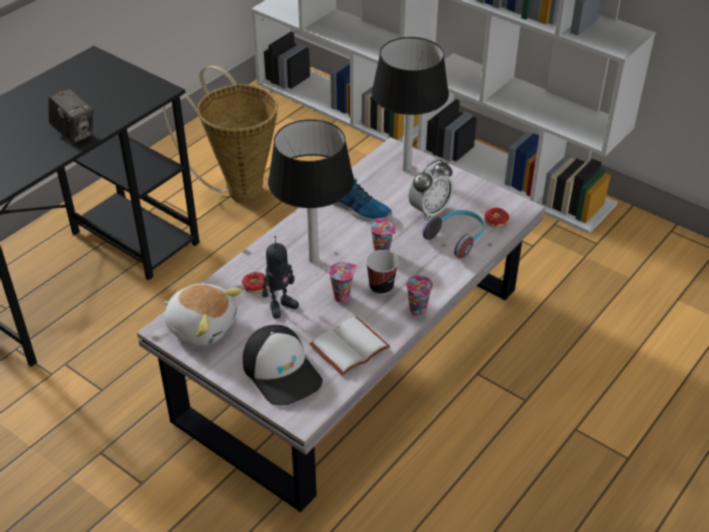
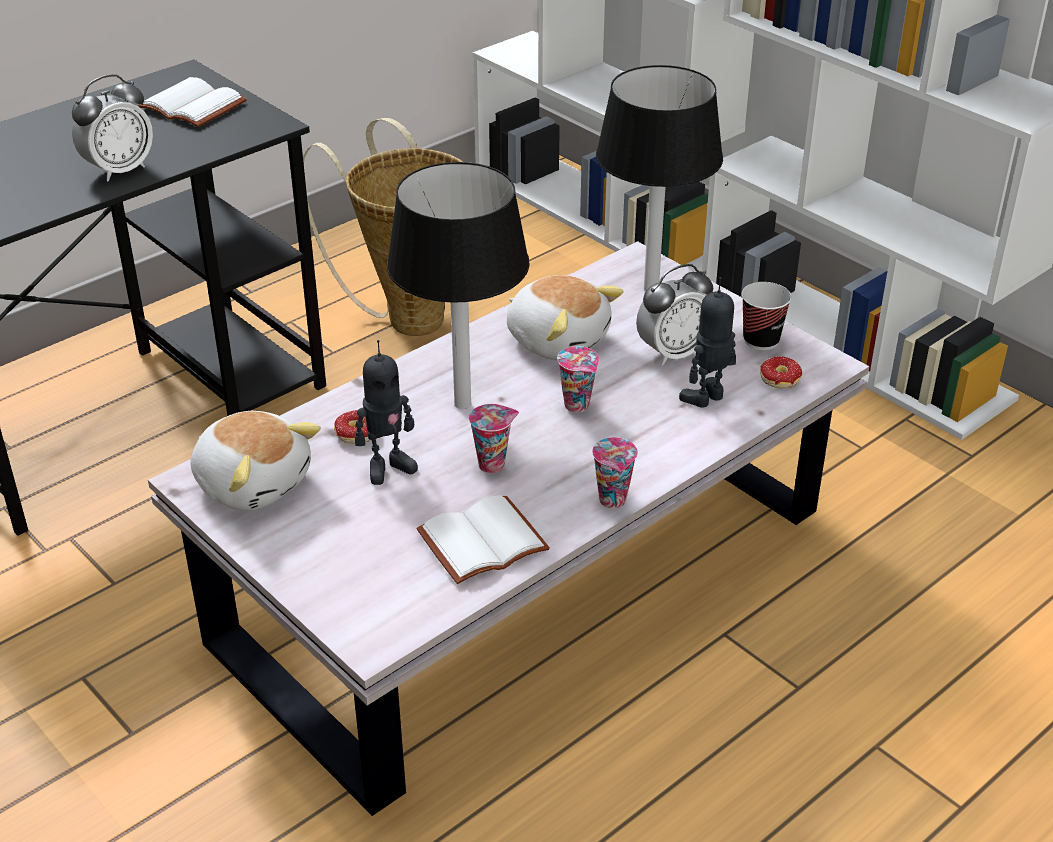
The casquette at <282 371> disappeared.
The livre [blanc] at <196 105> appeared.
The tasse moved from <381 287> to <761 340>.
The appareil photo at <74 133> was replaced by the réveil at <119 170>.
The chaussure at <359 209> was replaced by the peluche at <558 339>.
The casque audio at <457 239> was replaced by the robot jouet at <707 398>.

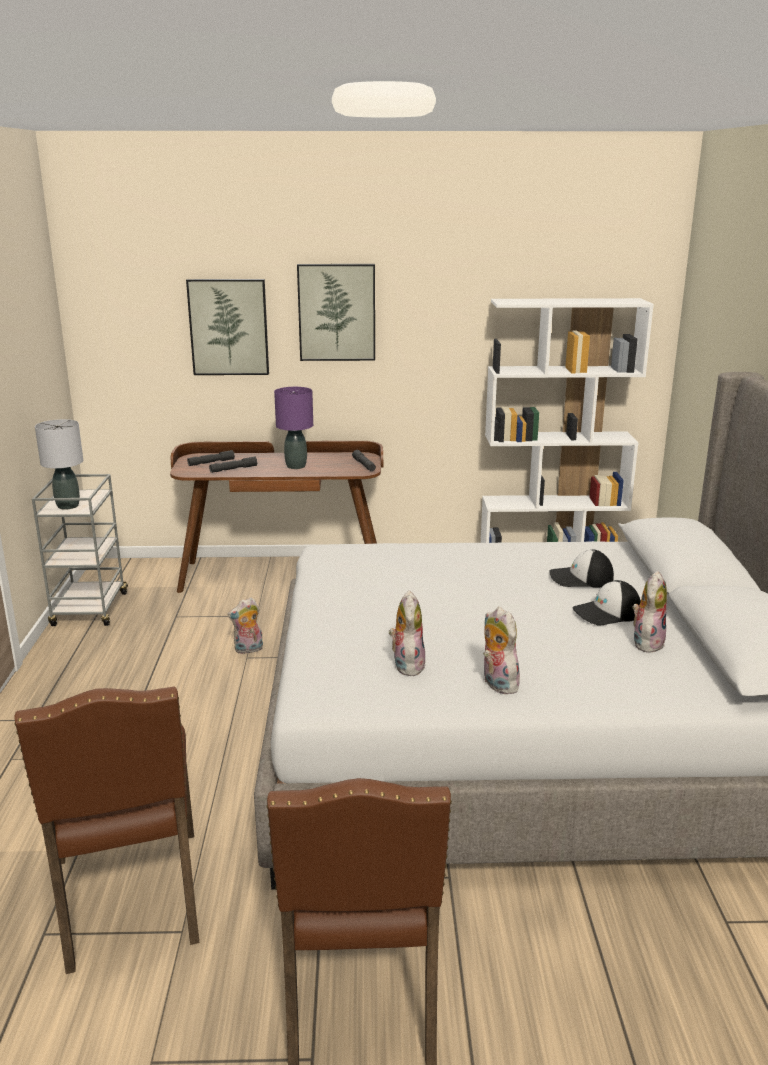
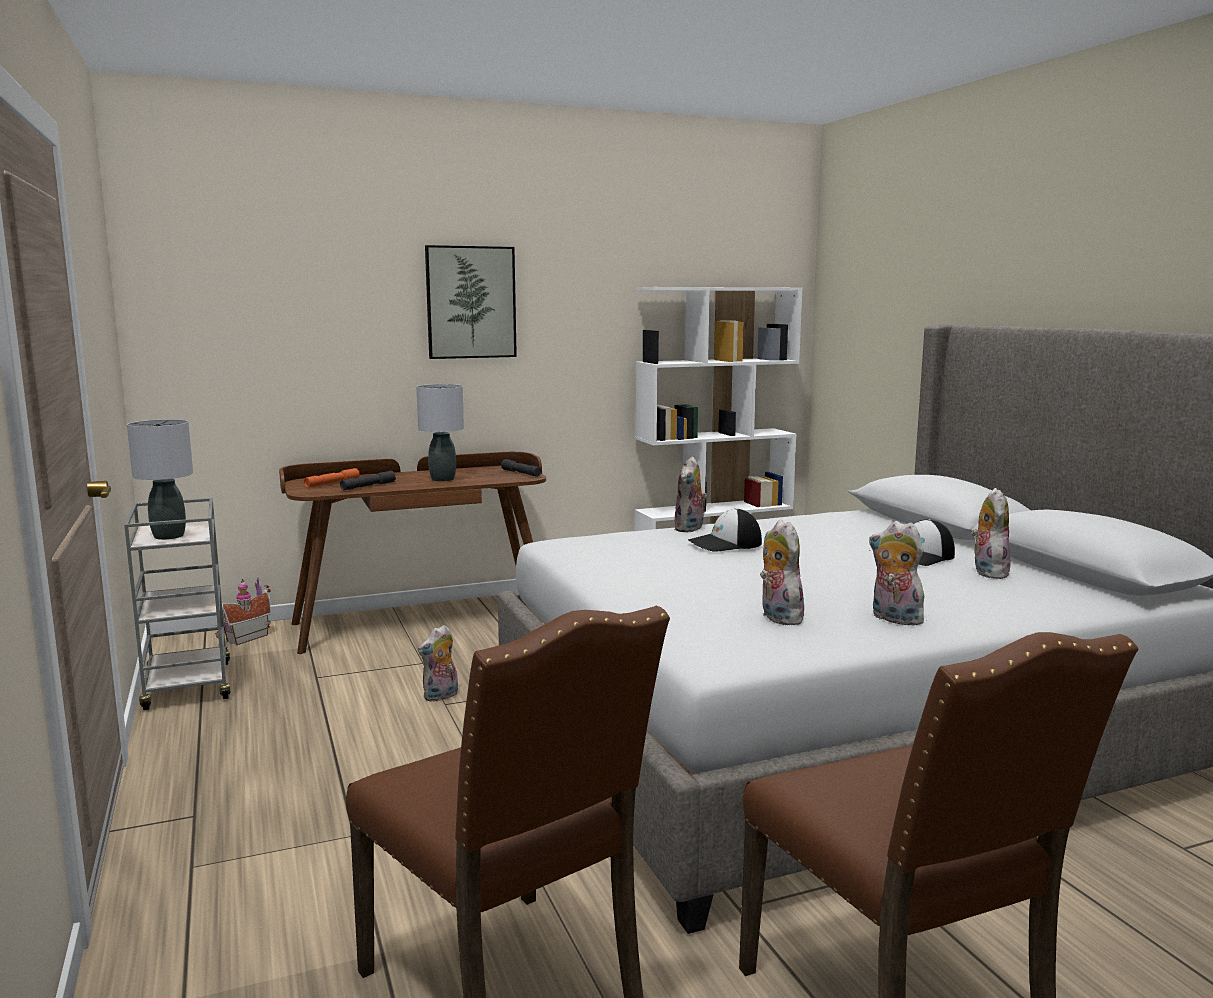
The tableau at <229 327> disappeared.
The maison miniature at <244 638> appeared.
The peluche at <690 529> appeared.
The casquette moved from <580 578> to <725 544>.
The lampe de poche [gris] at <211 462> became the lampe de poche [orange] at <332 483>.
The lampe de table [violet] at <296 466> became the lampe de table [gris] at <442 479>.

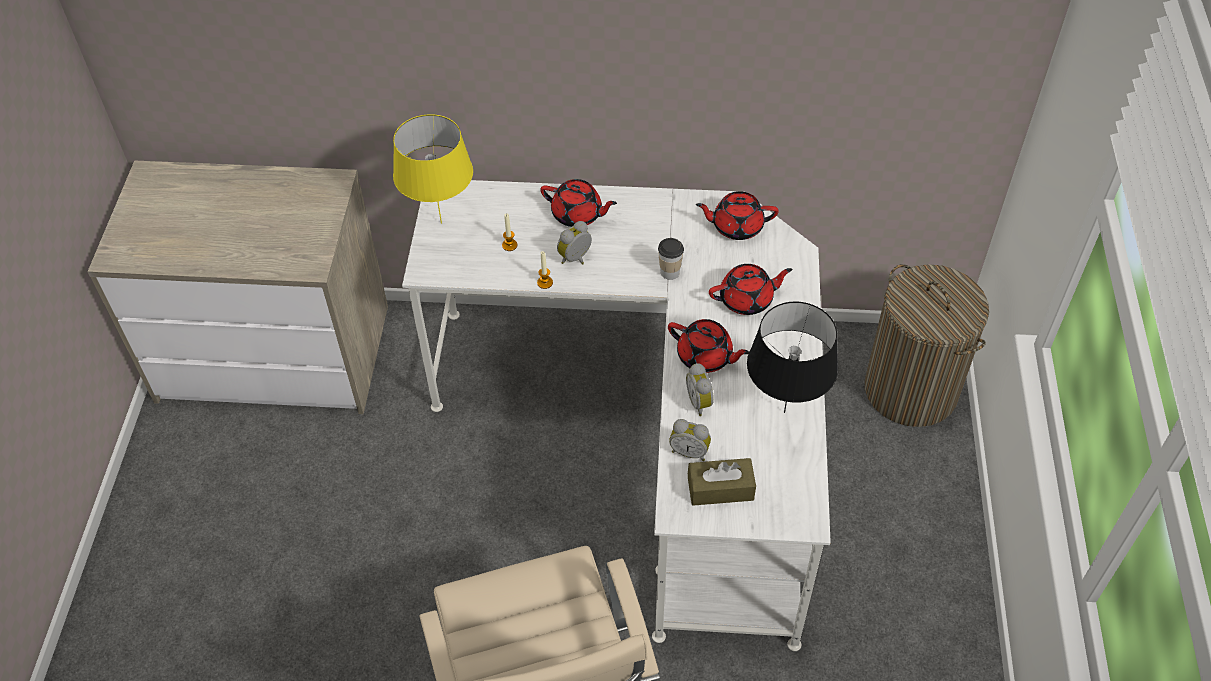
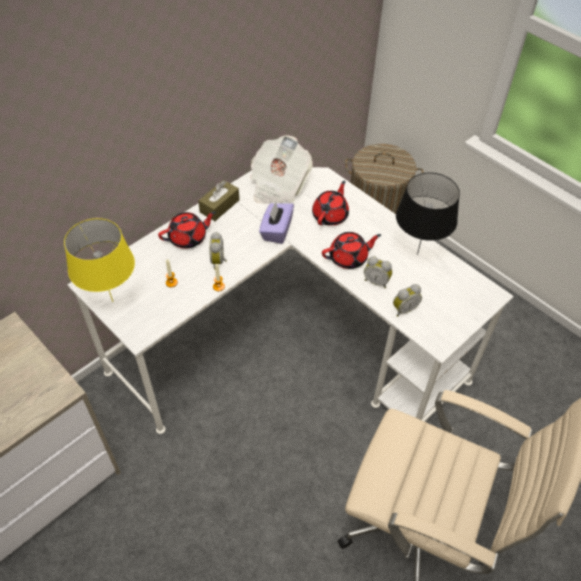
The boîte à mouchoirs [marron] moved from <720 489> to <219 206>.
The tasse at <670 272> was replaced by the boîte à mouchoirs [violet] at <276 231>.
The théière [rouge] at <736 226> was replaced by the journal at <278 184>.

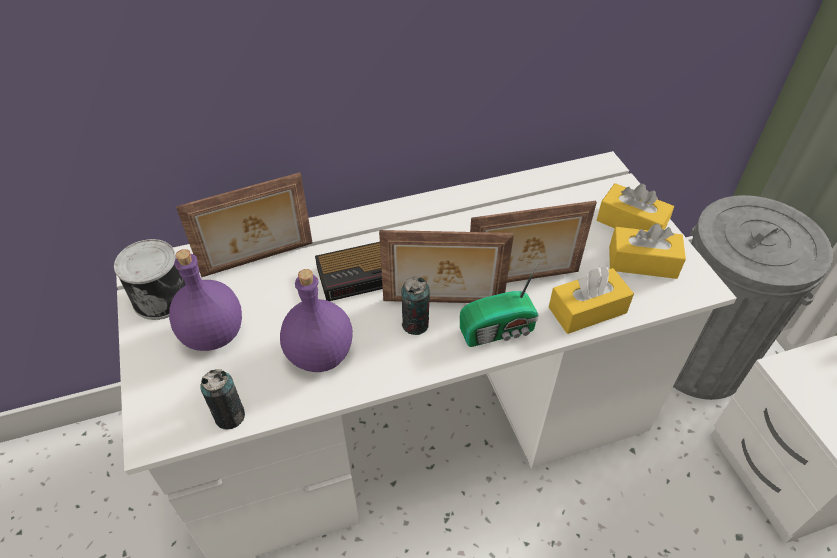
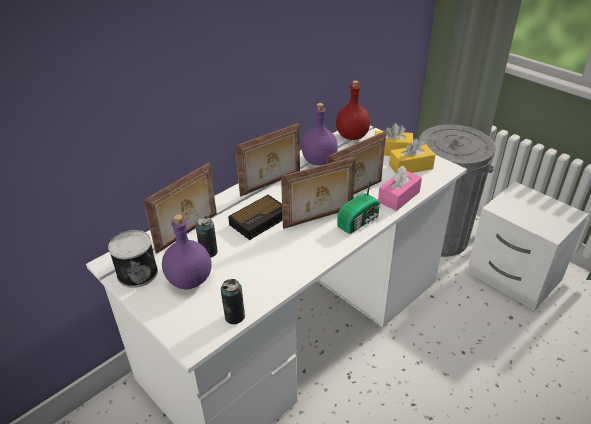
The cadre photo at <271 184> appeared.
The bouteille [rouge] at <352 136> appeared.
The bouteille [violet] moved from <321 354> to <319 160>.
The boîte métallique moved from <415 324> to <208 252>.
The boîte à mouchoirs [jaune] at <587 310> became the boîte à mouchoirs [rose] at <398 197>.

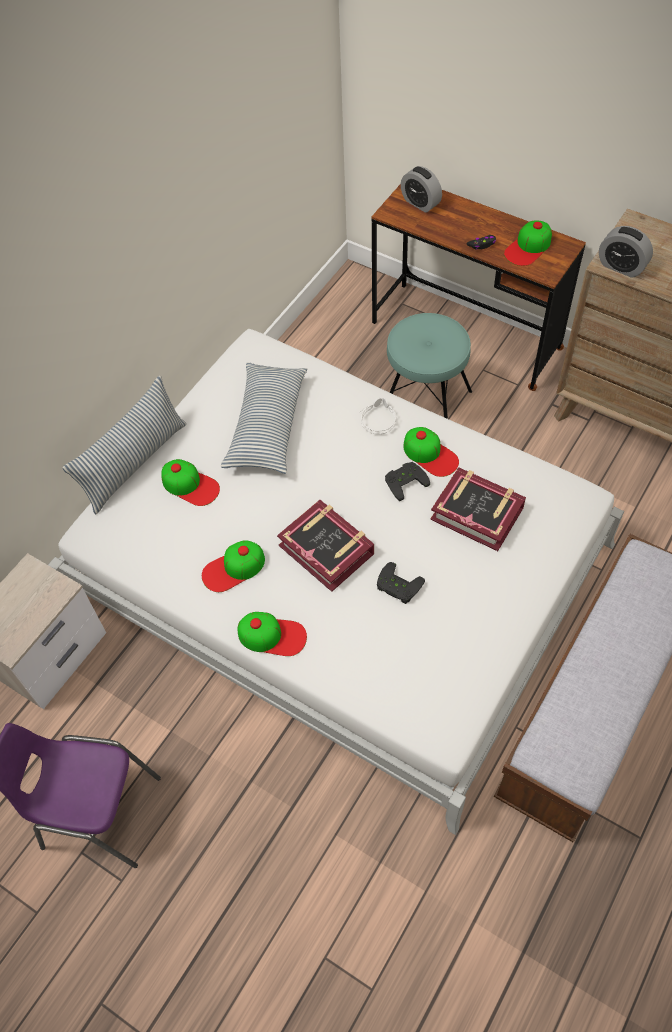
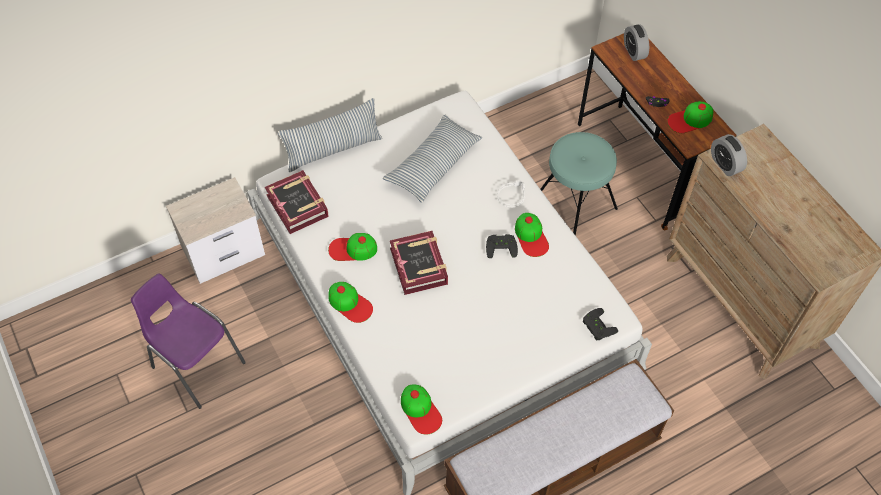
The casquette moved from <190 485> to <420 410>.
The manette [noir] moved from <397 587> to <597 327>.
The livre moved from <477 513> to <298 205>.

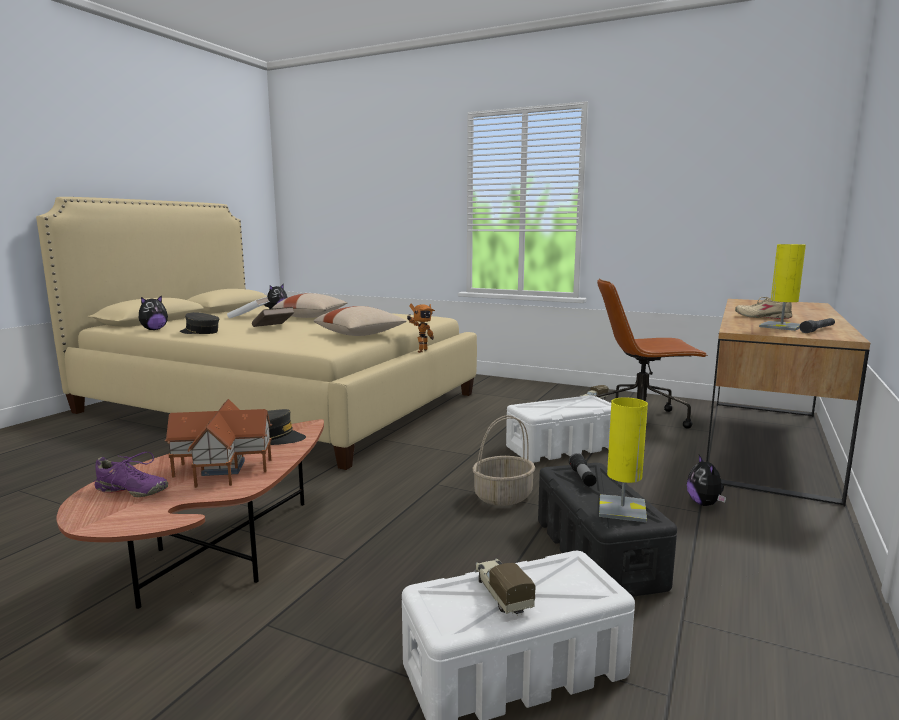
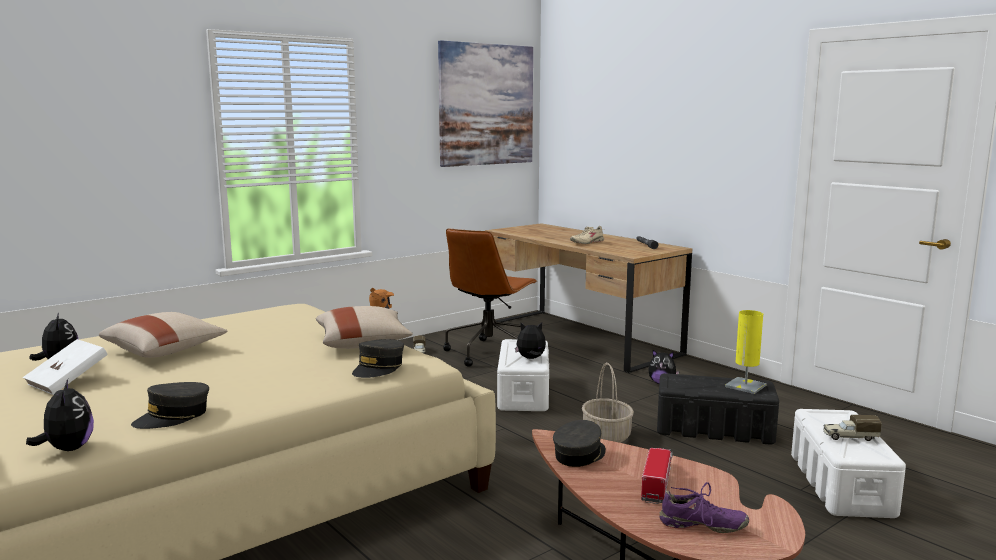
The livre [marron] at <273 327> disappeared.
The lampe de poche at <582 477> disappeared.
The lampe de table [jaune] at <781 326> disappeared.
The casquette [gris] at <378 368> appeared.
The tableau at <486 105> appeared.
The peluche at <531 359> appeared.
The maison miniature at <222 467> was replaced by the camion jouet at <656 482>.
The chaussure [violet] at <131 491> turned 60 degrees clockwise.

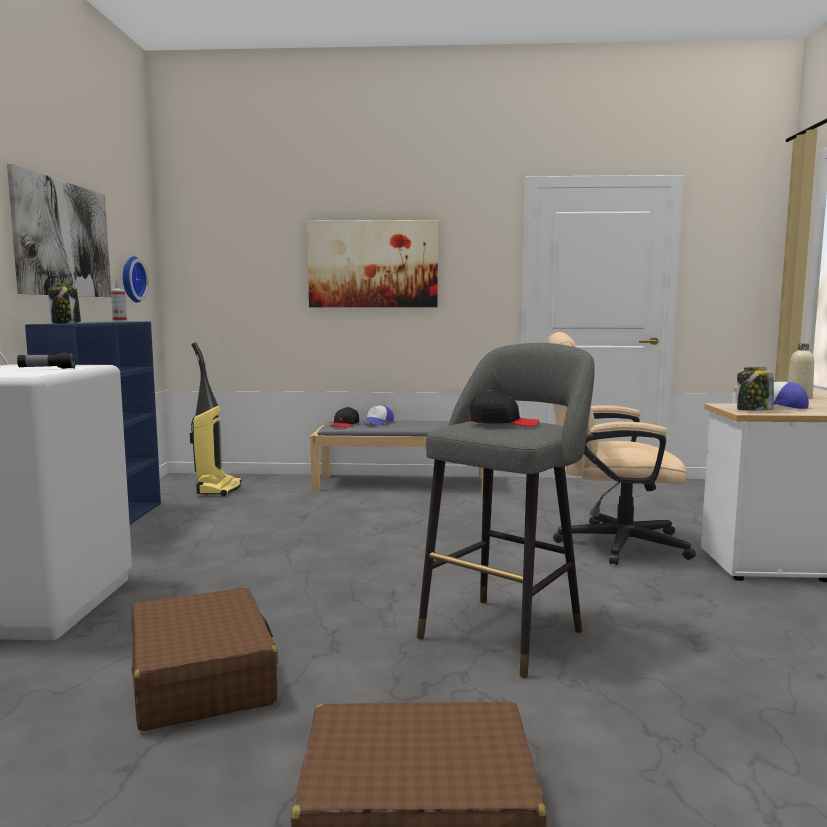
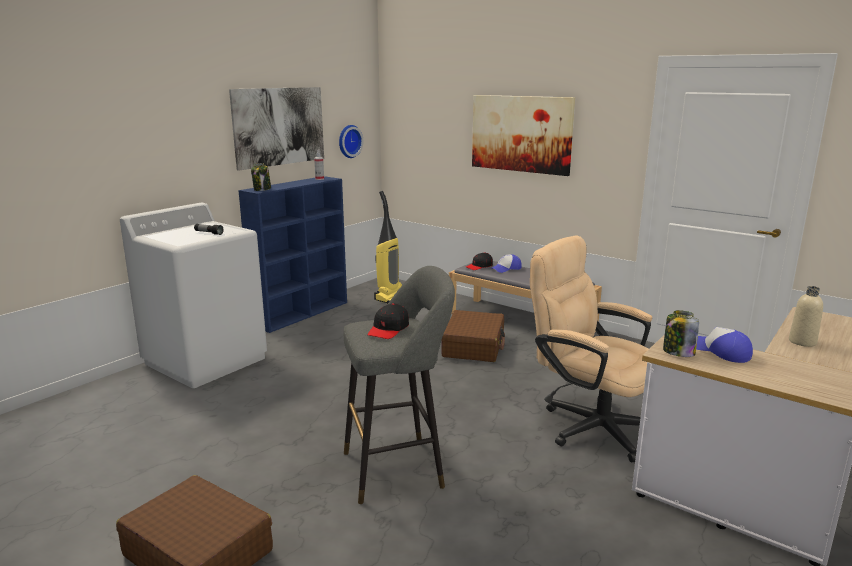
The valise [marron] moved from <202 677> to <474 346>.
The casquette [noir] at <502 423> turned 75 degrees clockwise.

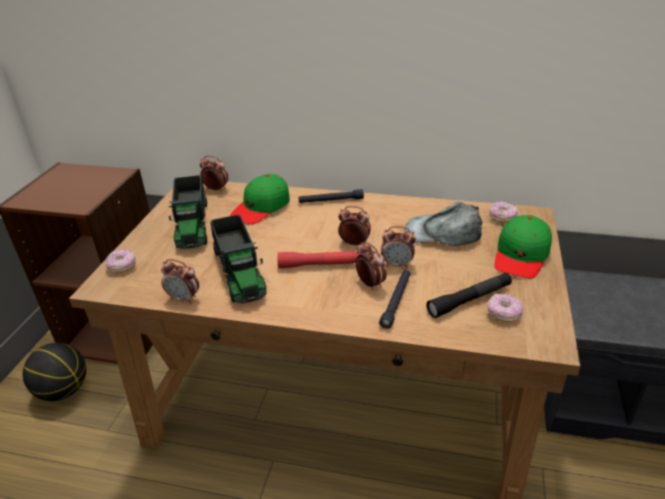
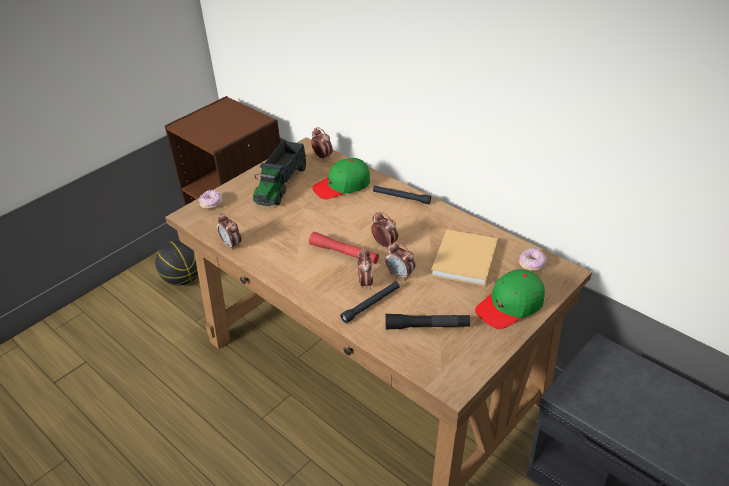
The camion jouet at <240 272> disappeared.
The beignet at <503 314> disappeared.
The casquette [gris] at <443 233> was replaced by the livre [beige] at <464 261>.

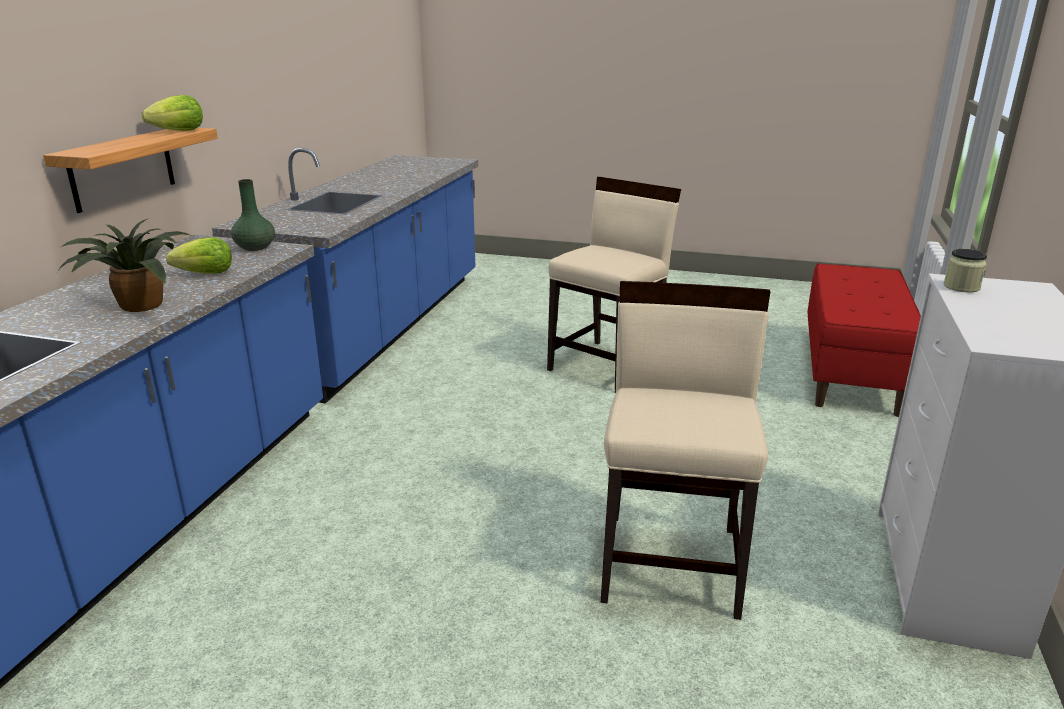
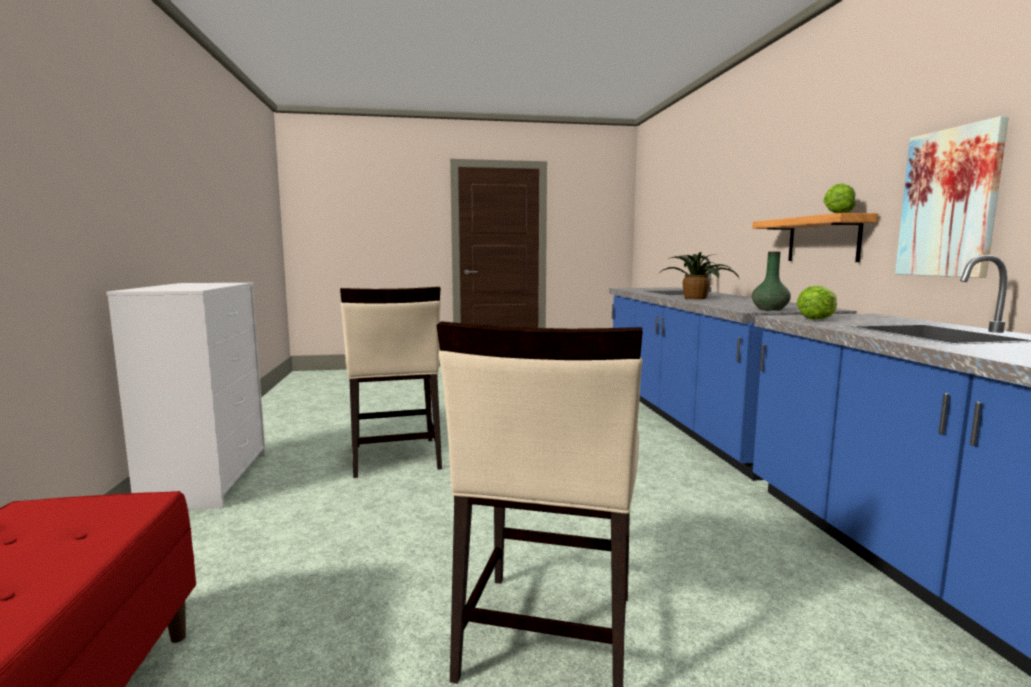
The bocal at <961 287> disappeared.
The tableau at <949 203> appeared.
The laitue moved from <206 274> to <817 318>.

